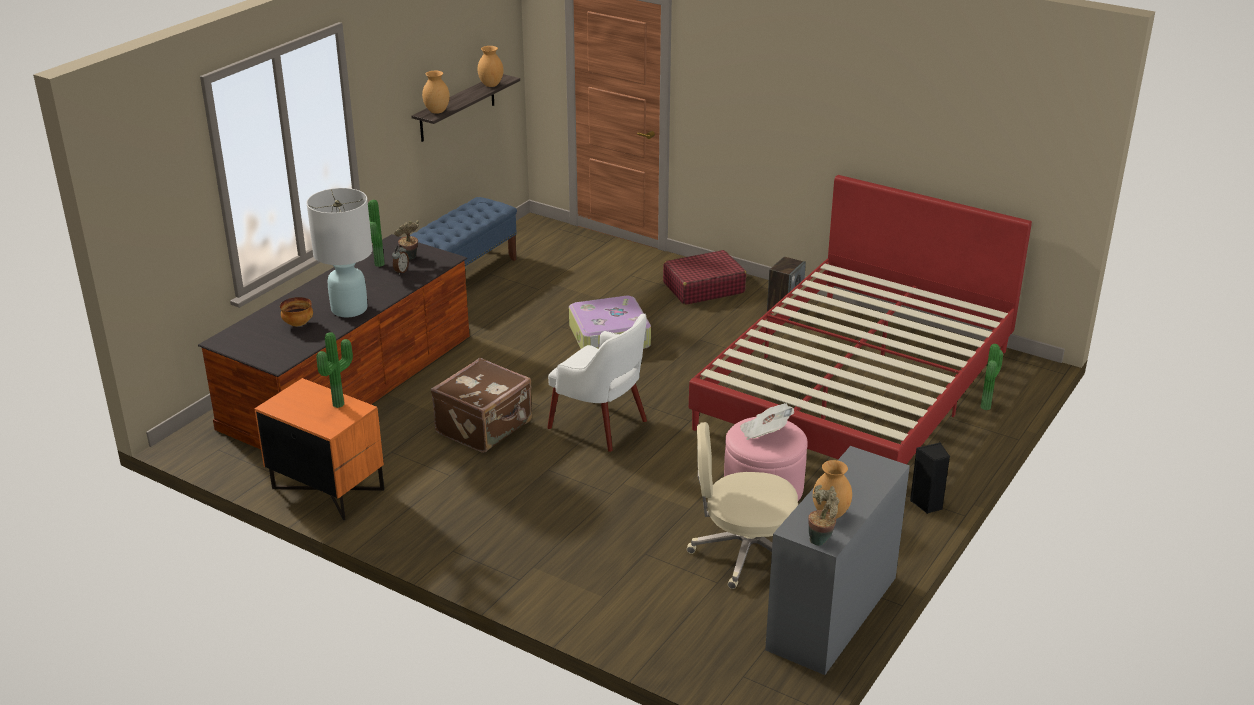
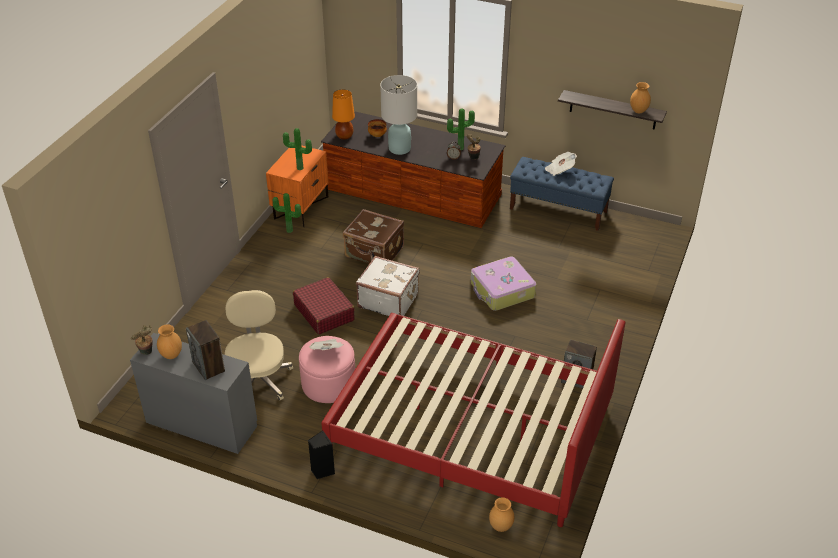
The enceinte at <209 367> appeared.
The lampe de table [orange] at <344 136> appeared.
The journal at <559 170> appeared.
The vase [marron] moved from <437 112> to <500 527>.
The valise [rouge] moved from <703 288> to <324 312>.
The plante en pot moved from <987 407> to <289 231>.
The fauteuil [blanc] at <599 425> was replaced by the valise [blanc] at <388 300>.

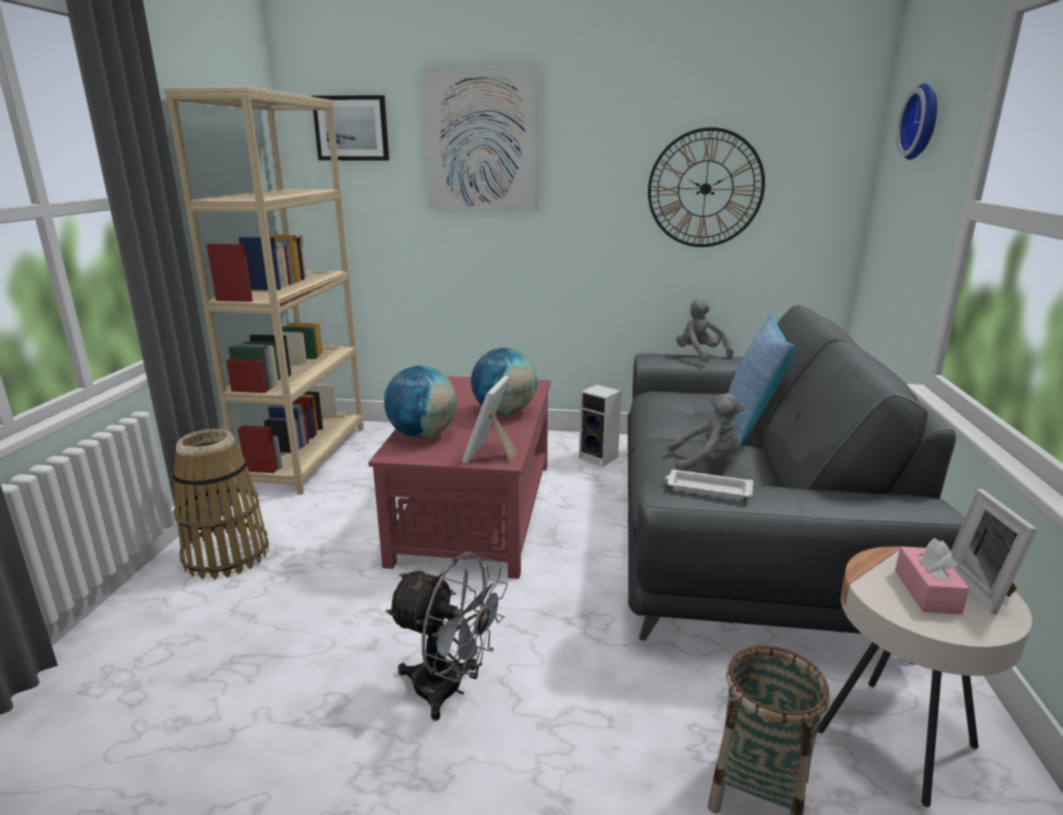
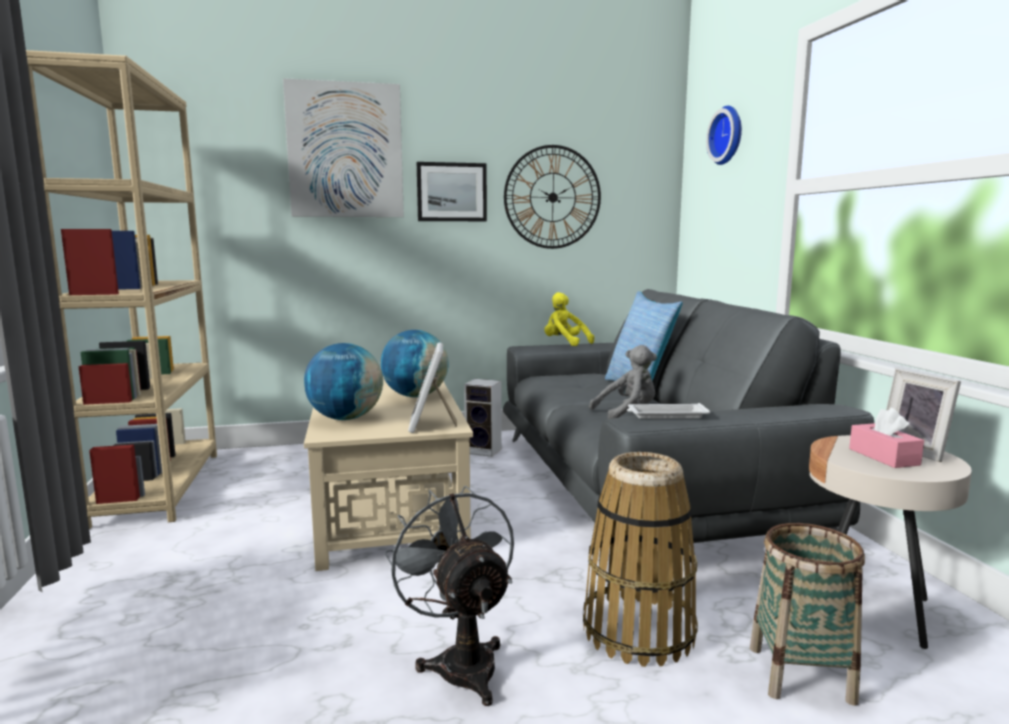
The panier moved from <226 556> to <638 631>.
The tableau moved from <351 128> to <451 192>.
The table basse [rouge] at <475 510> became the table basse [beige] at <388 507>.
The peluche [gris] at <700 355> became the peluche [jaune] at <564 343>.
The ventilateur [gris] at <450 689> turned 120 degrees counterclockwise.

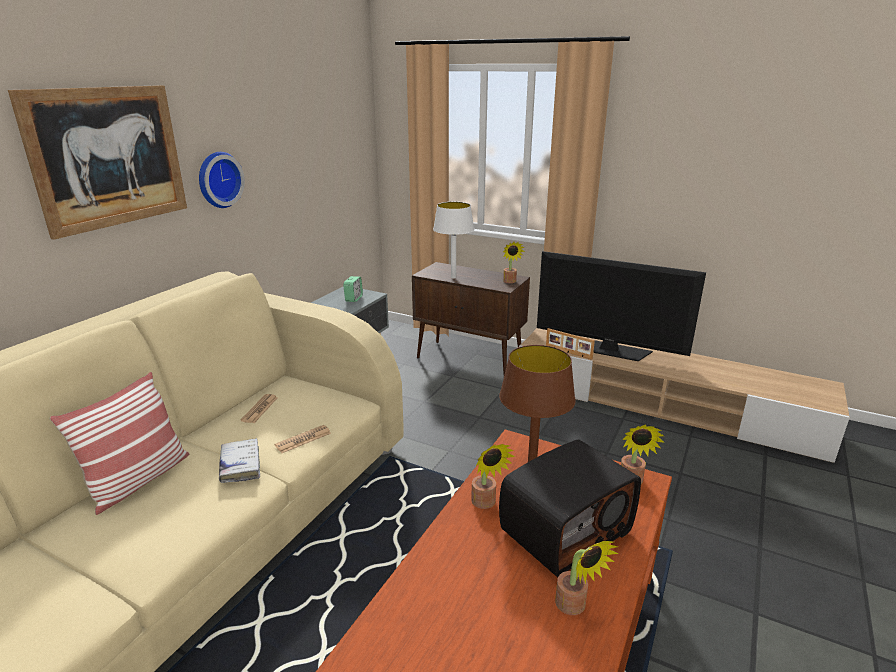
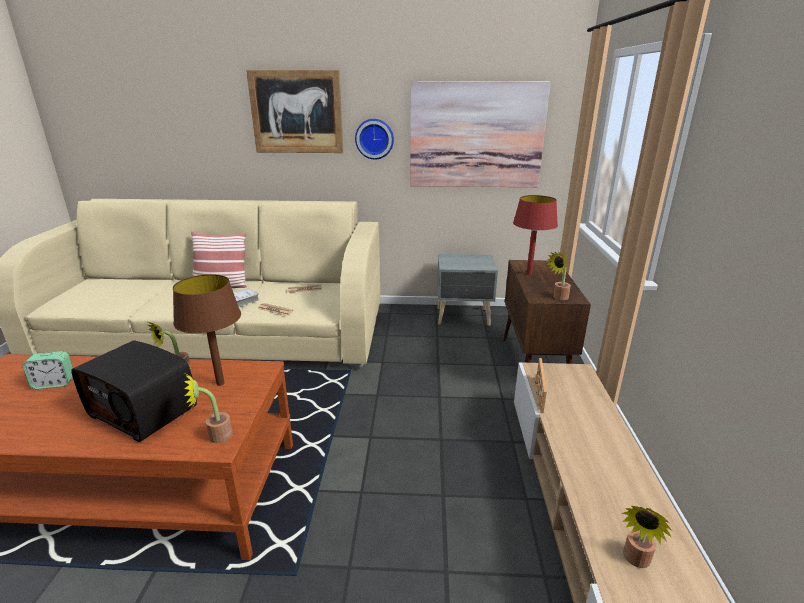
The téléviseur at <608 349> disappeared.
The tableau at <476 135> appeared.
The réveil moved from <353 299> to <54 383>.
The plante en pot moved from <574 607> to <635 560>.
The lampe de table [blanc] at <453 277> became the lampe de table [rouge] at <528 274>.

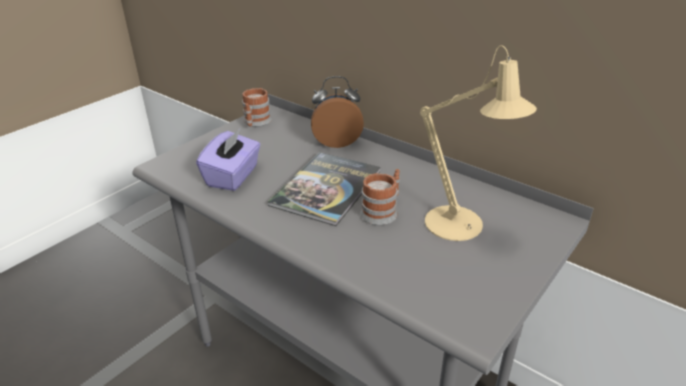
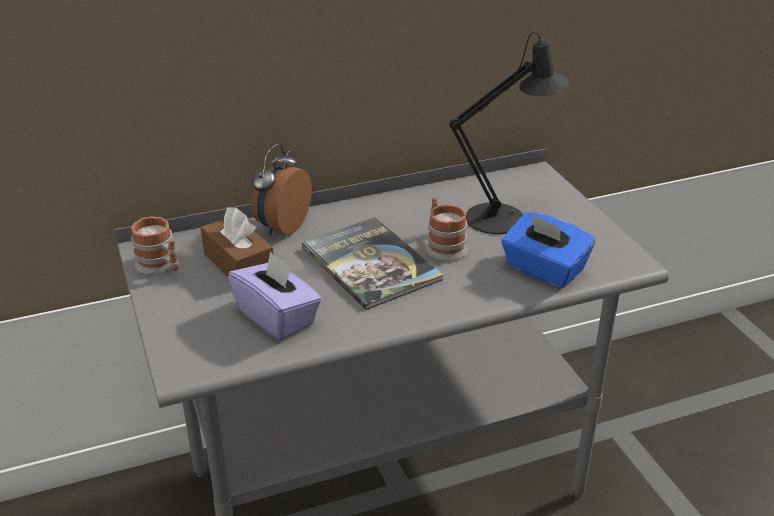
The boîte à mouchoirs [marron] at <239 264> appeared.
The boîte à mouchoirs [bleu] at <543 270> appeared.
The lampe de table [beige] at <460 226> became the lampe de table [noir] at <503 217>.

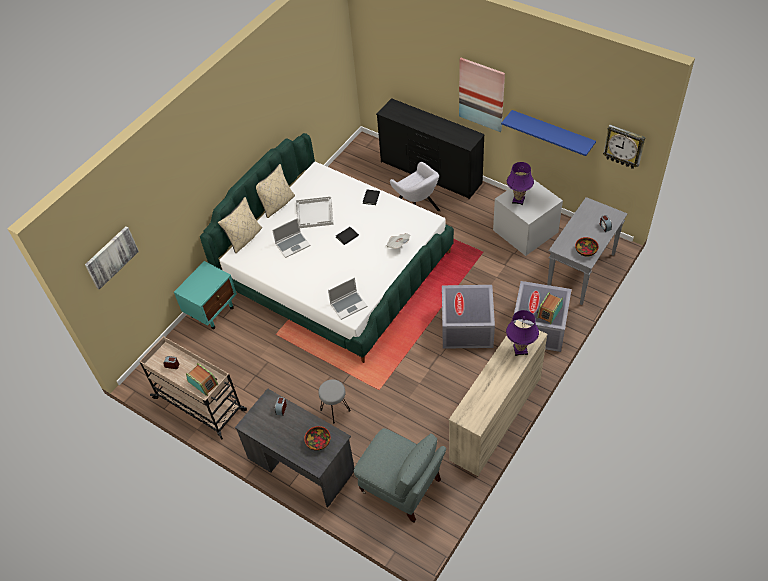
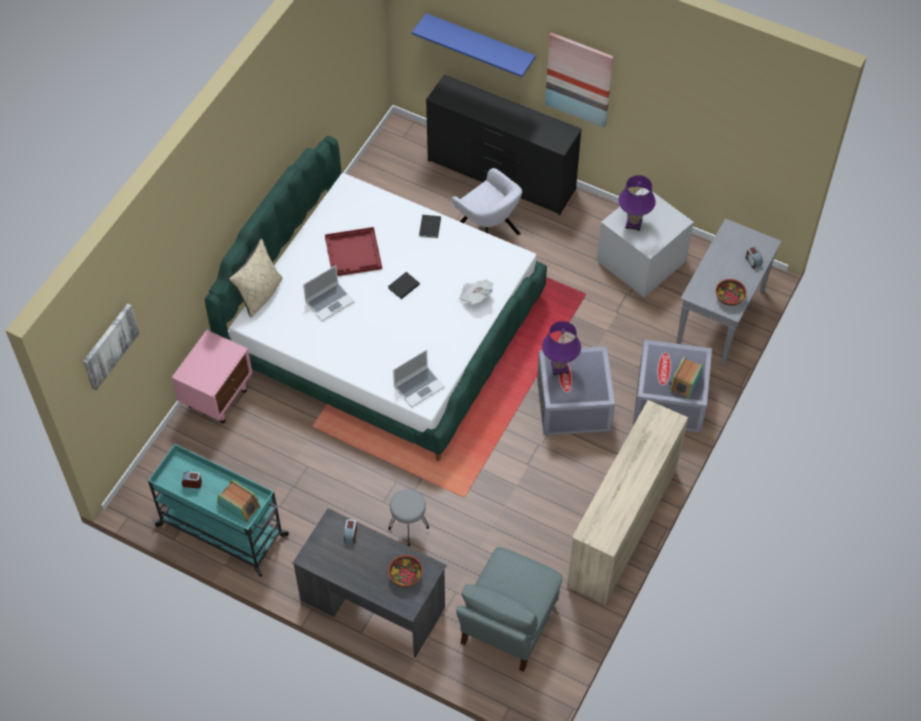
The coussin [beige] at <277 204> disappeared.
The horloge murale at <624 146> disappeared.
The étagère [bleu] moved from <552 132> to <480 43>.
The lampe de table [violet] moved from <520 350> to <559 367>.
The chariot [beige] at <200 405> became the chariot [turquoise] at <223 531>.
The table de chevet [turquoise] at <212 311> became the table de chevet [rose] at <218 397>.
The plateau [blanc] at <315 213> became the plateau [rouge] at <354 253>.
The fauteuil [gris] at <401 486> turned 90 degrees clockwise.

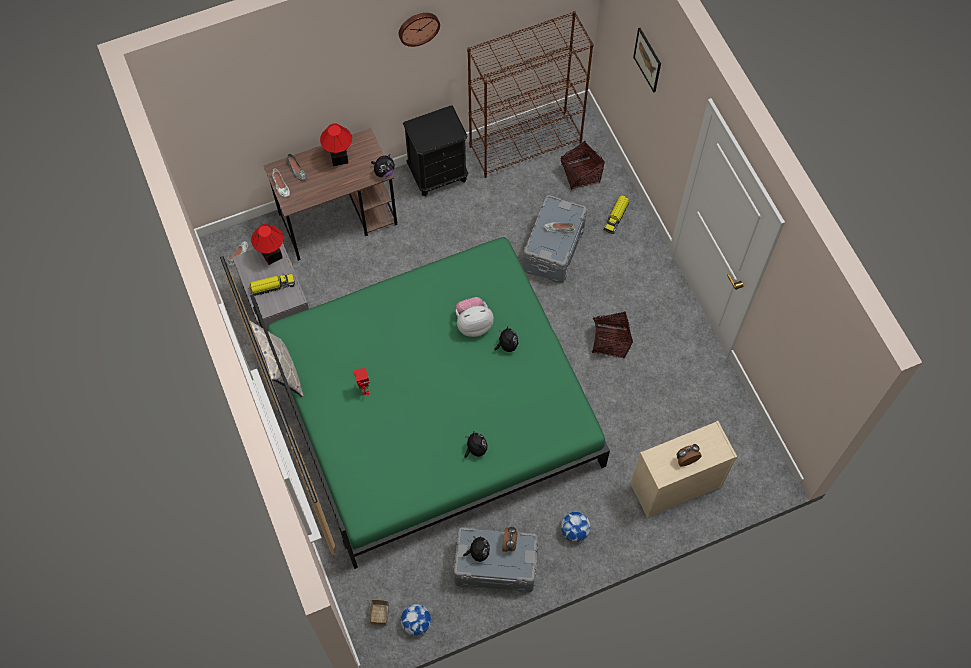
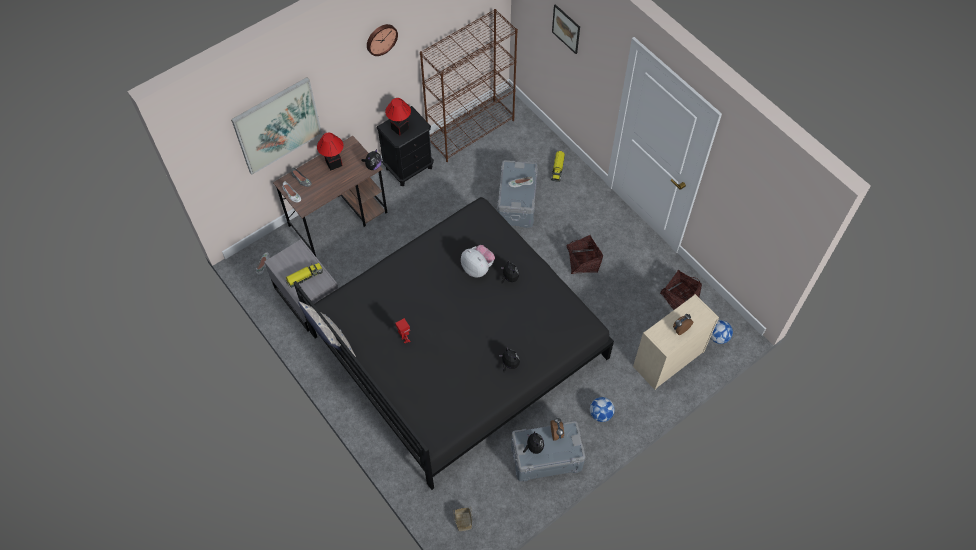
The tableau at <277 125> appeared.
The lampe de table moved from <272 256> to <400 129>.
The ballon de foot moved from <416 623> to <718 337>.
The panier moved from <580 173> to <678 298>.
The lit [vert] at <433 406> became the lit [noir] at <458 345>.
The peluche at <473 324> turned 75 degrees clockwise.

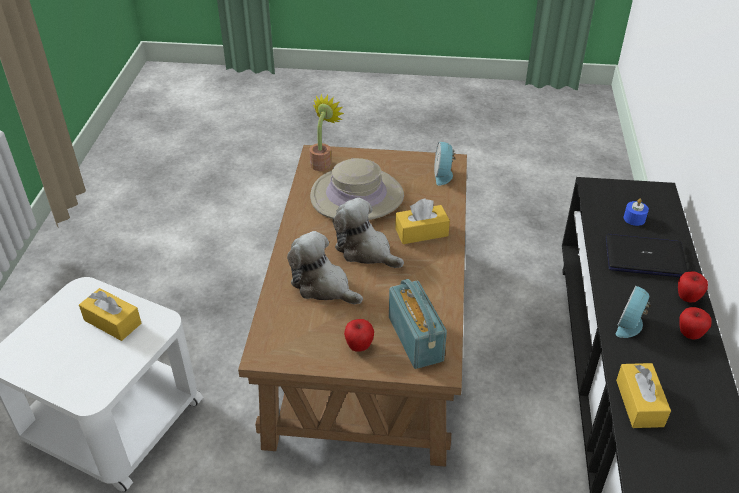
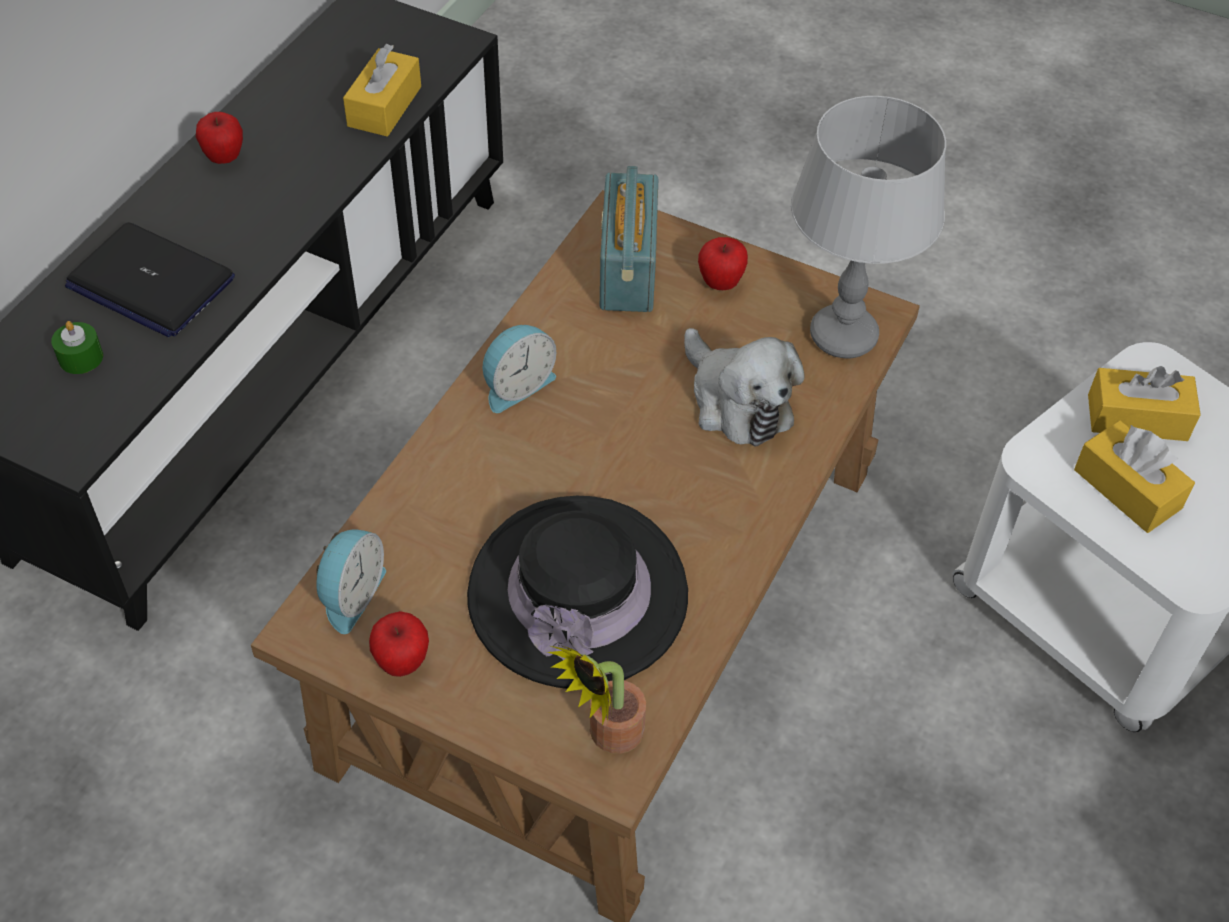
The peluche at <365 250> disappeared.
The lampe de table [gris] at <842 336> appeared.
The boîte à mouchoirs [jaune] moved from <421 232> to <1137 418>.
The réveil moved from <631 324> to <516 385>.
The pomme moved from <687 298> to <402 663>.
The chapeau [beige] at <357 196> became the chapeau [noir] at <578 594>.
The bougie [bleu] at <634 218> became the bougie [vert] at <81 357>.

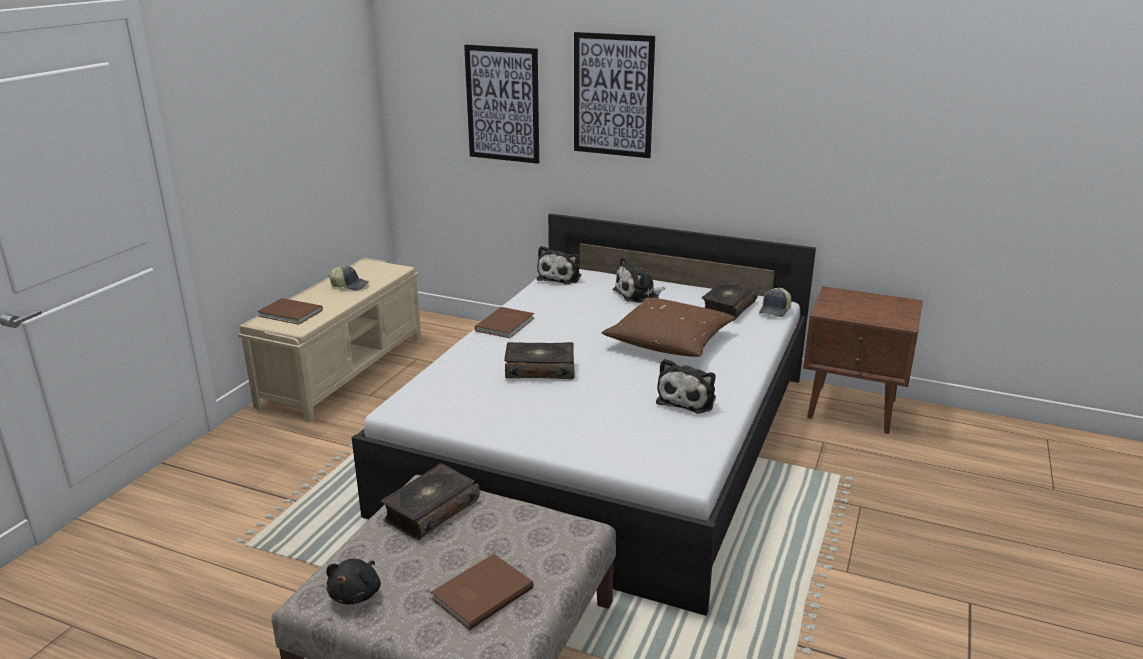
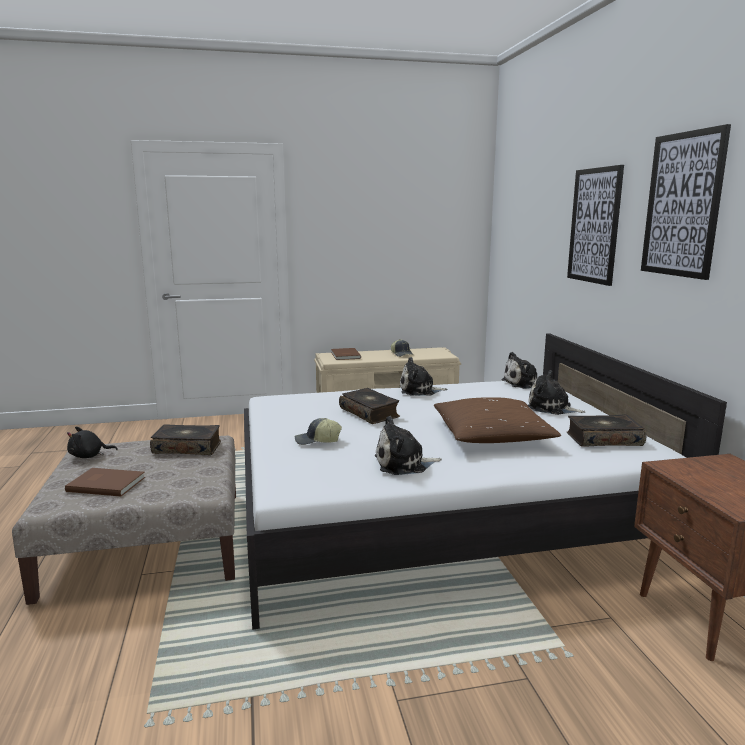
The tableau moved from <503 104> to <682 205>.
The casquette moved from <775 311> to <317 441>.
The livre [marron] at <506 324> was replaced by the peluche at <419 391>.

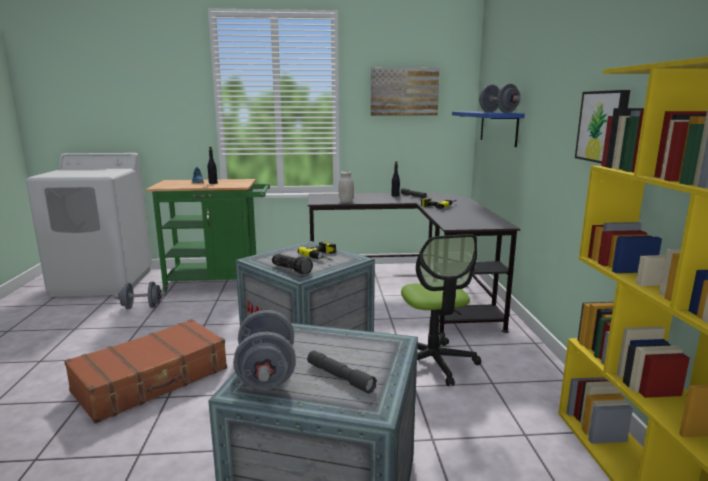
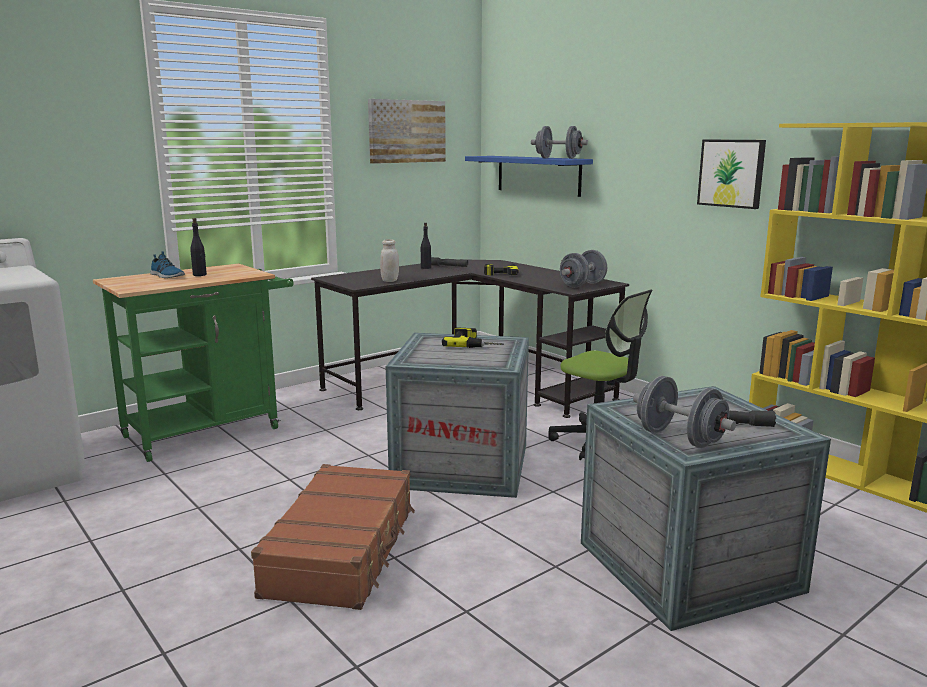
The lampe de poche at <292 269> disappeared.
The haltère [gris] moved from <142 307> to <582 285>.

